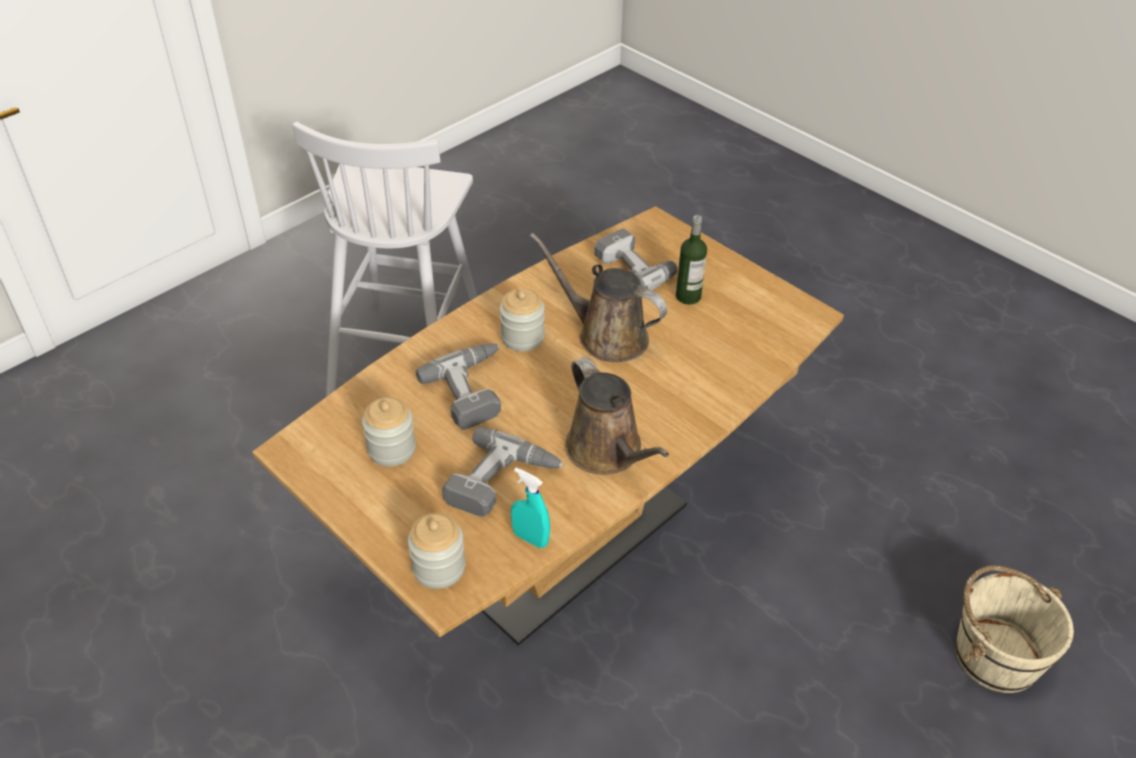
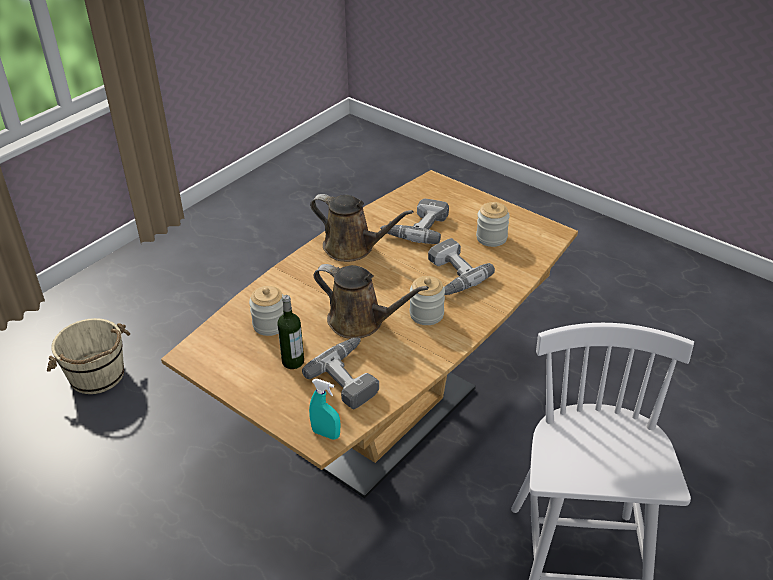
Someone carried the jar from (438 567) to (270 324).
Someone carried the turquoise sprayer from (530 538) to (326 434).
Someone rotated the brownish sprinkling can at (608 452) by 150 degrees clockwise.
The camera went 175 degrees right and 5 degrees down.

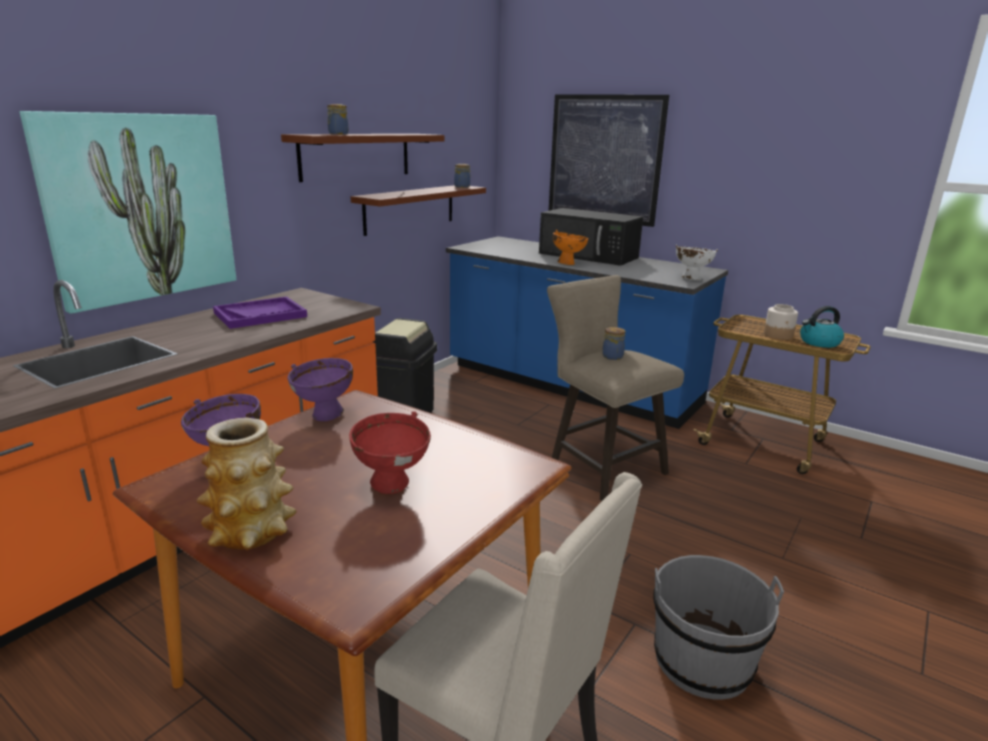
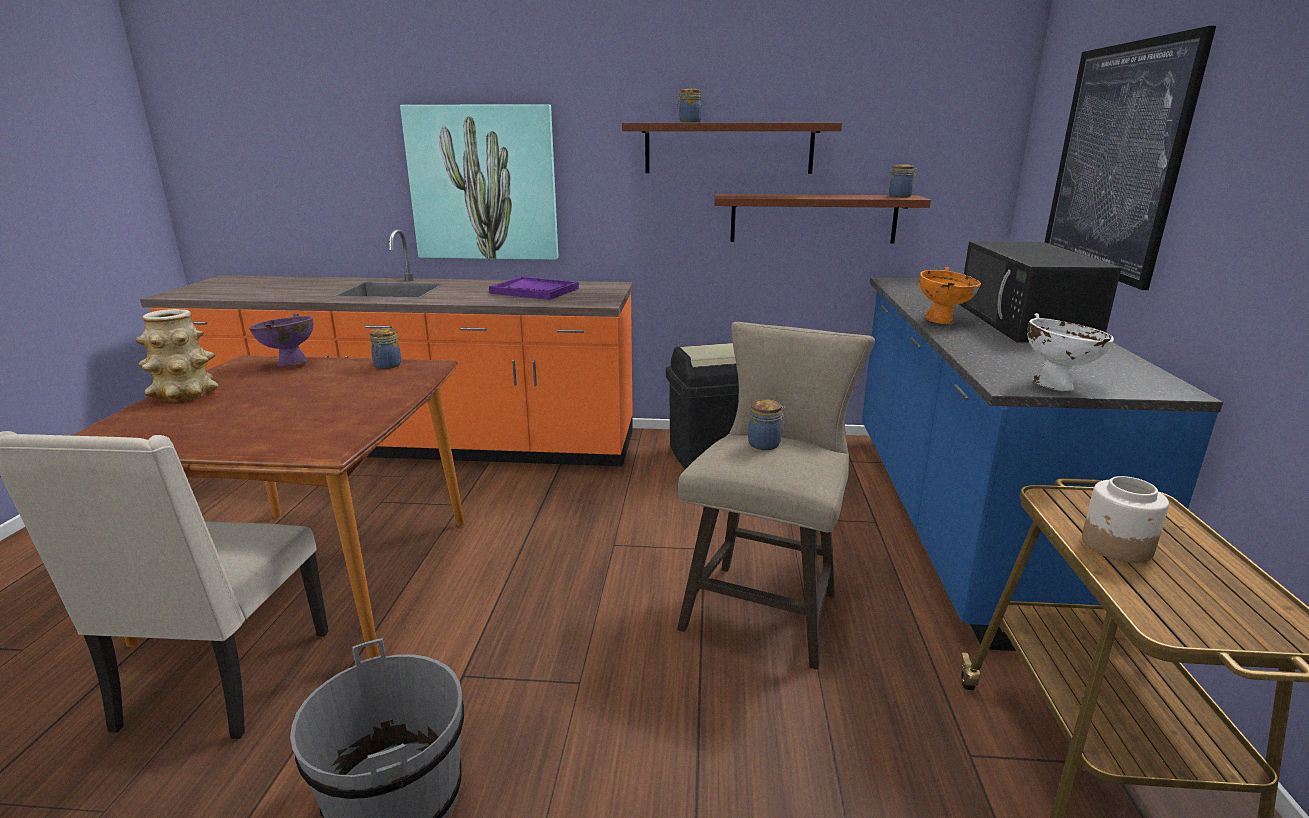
Someone swapped the purple-coloured bowl at (325 417) for the jar at (387 366).
Someone took away the reddish bowl at (392 486).
Someone took away the kettle at (819 342).
The camera went 60 degrees right and 0 degrees up.

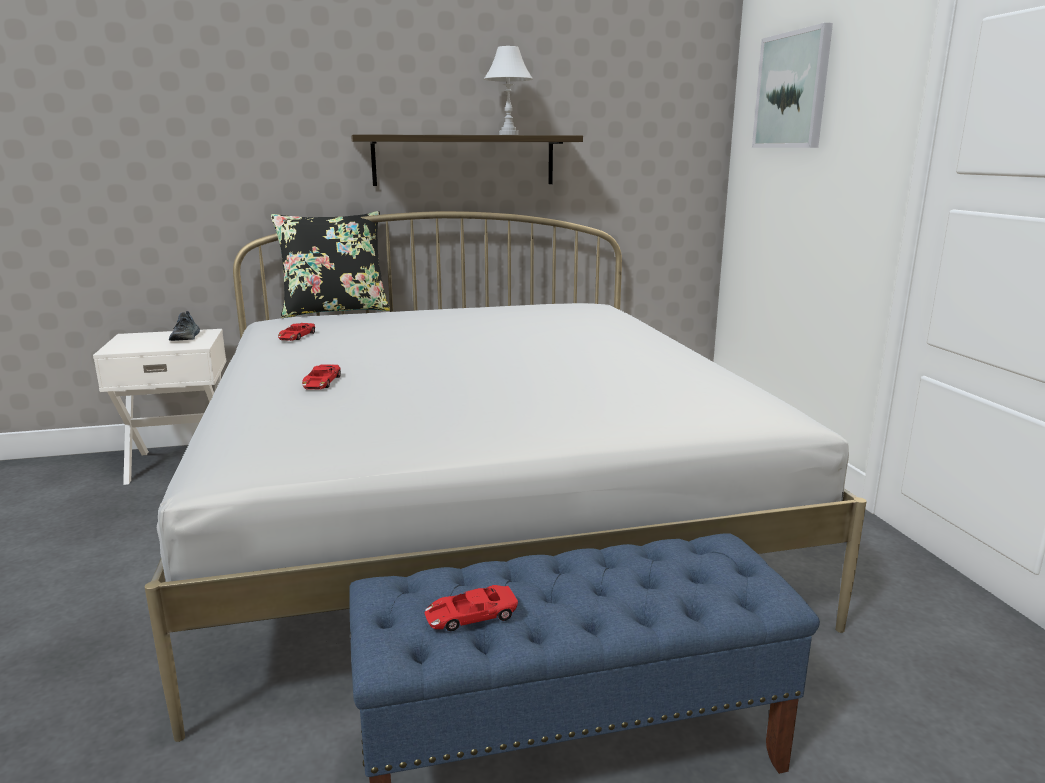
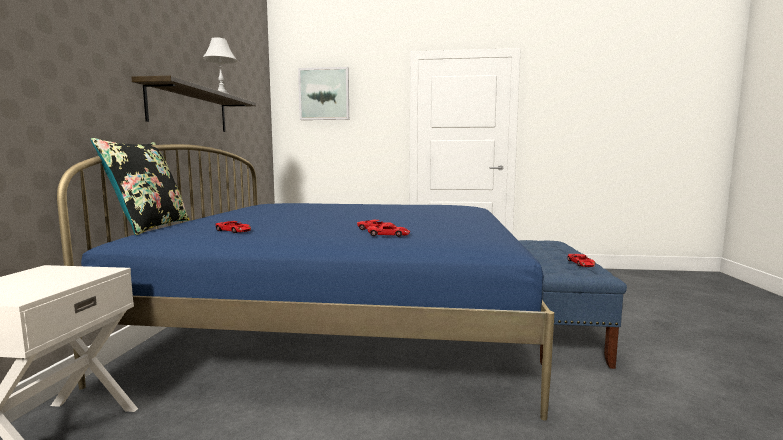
Someone repainted the whitish bed at (478 514), which became the blue-coloured bed at (346 319).
Someone took away the low shoe at (186 338).
Someone put down the reddish miniature car at (389 235).
The camera went 70 degrees left and 10 degrees down.

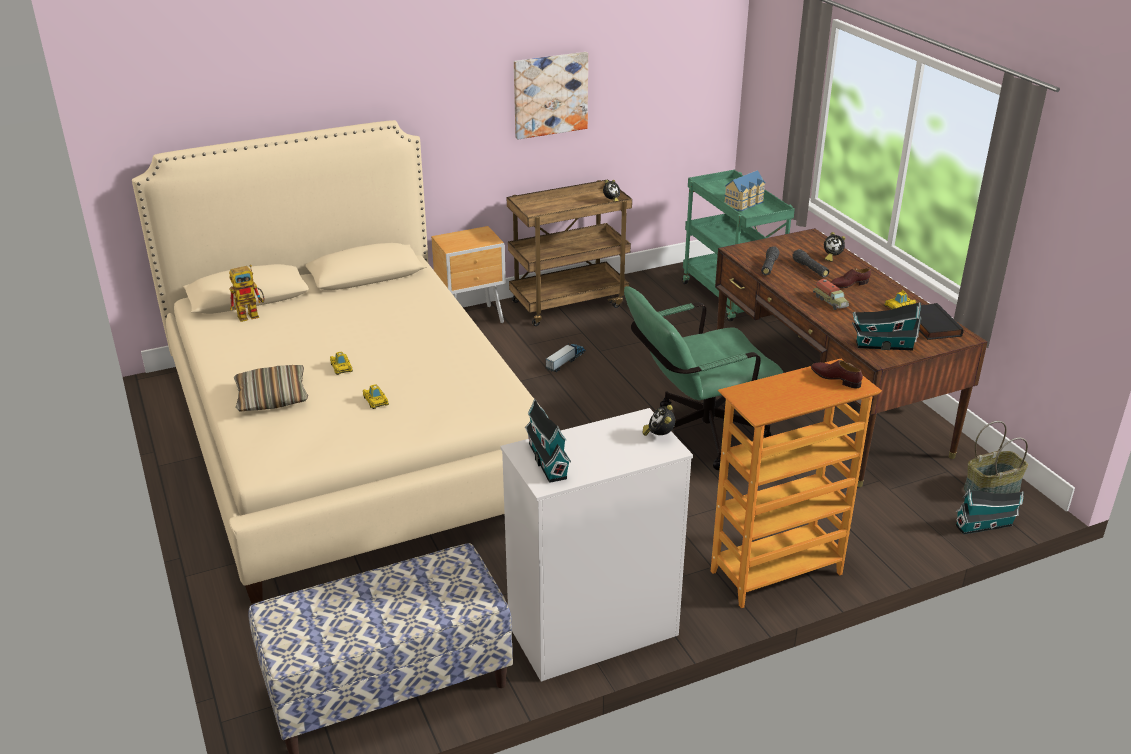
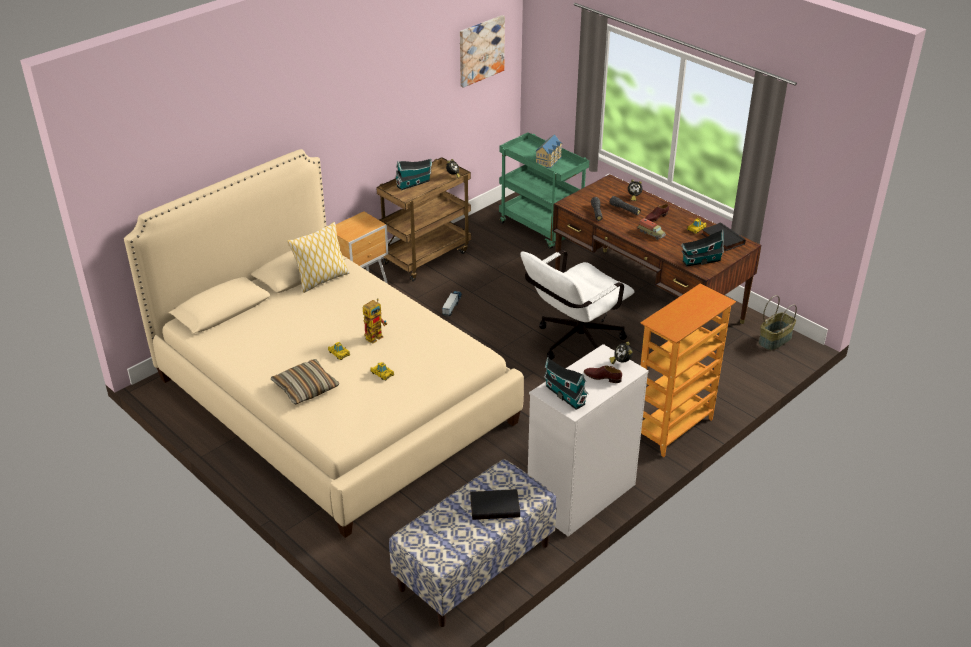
Someone carried the model robot from (252 314) to (375 335).
Someone carried the wall art from (550 94) to (481 50).
Someone repainted the green office chair at (695 436), which became the whitish office chair at (573 344).
Someone carried the brownish low shoe from (835 378) to (602 377).
Someone carried the model house from (986 525) to (414 183).
Someone put down the cushion at (321 280).
Someone put down the blackish book at (495 506).
The camera went 20 degrees left and 5 degrees up.

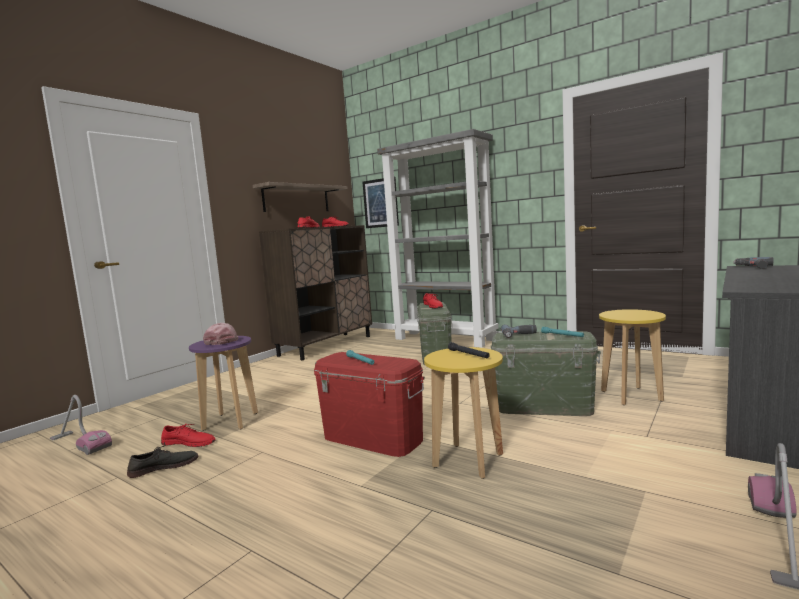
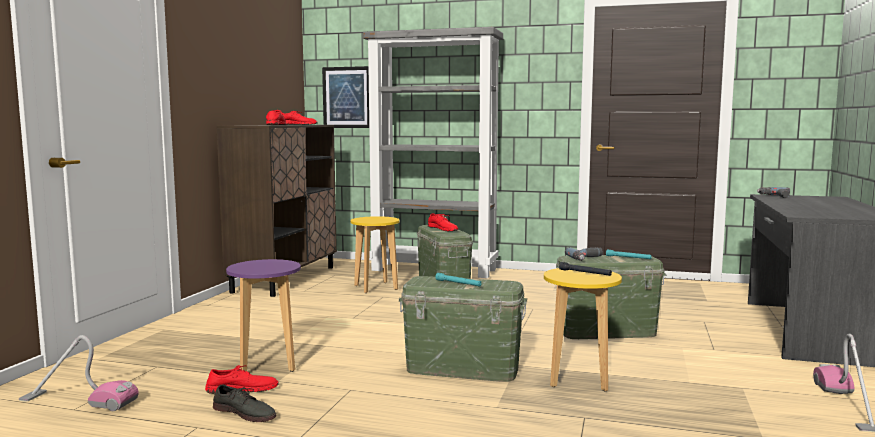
Someone rotated the grey low shoe at (164 467) by 75 degrees clockwise.
Someone took away the pink-coloured baseball cap at (222 341).
Someone took away the wall shelf at (296 199).
Someone repainted the reddish storage container at (372 438), which became the green storage container at (463 369).
Someone carried the yellowish stool from (631 396) to (375 287).
The camera went 20 degrees left and 0 degrees up.

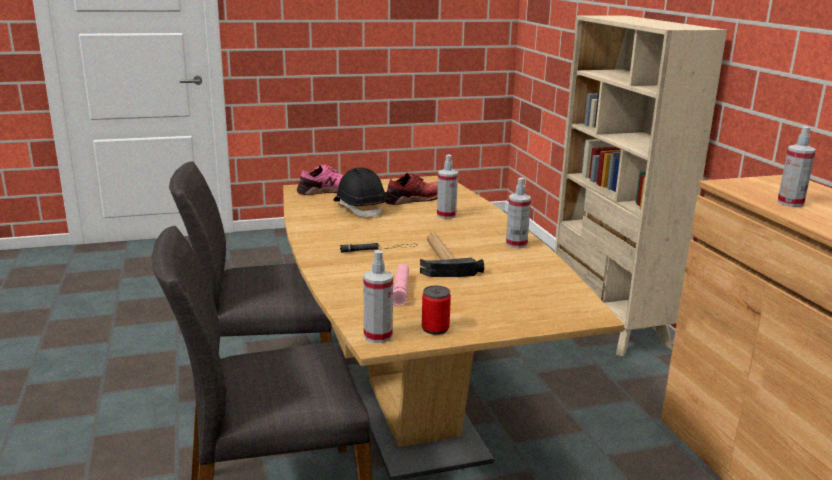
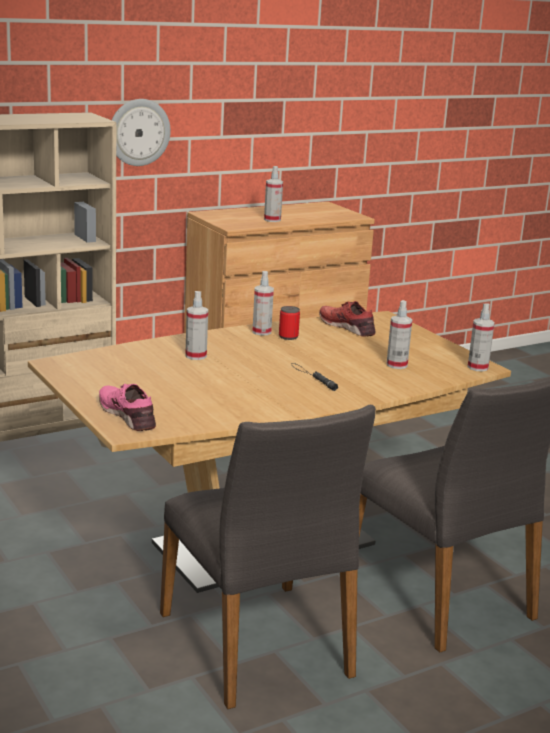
Someone took away the blackish hard hat at (360 209).
Someone carried the reddish low shoe from (414 199) to (347 327).
Someone swapped the pink-coloured hand torch at (401 290) for the sprayer at (396 365).
Someone took away the hand hammer at (442 260).
Someone carried the sealed can from (435 329) to (288 337).
Someone put up the clock on the wall at (139 132).
The camera went 105 degrees left and 0 degrees up.

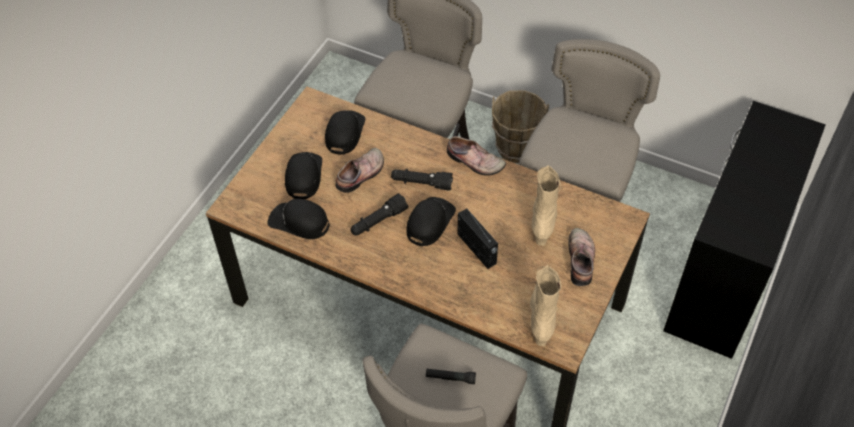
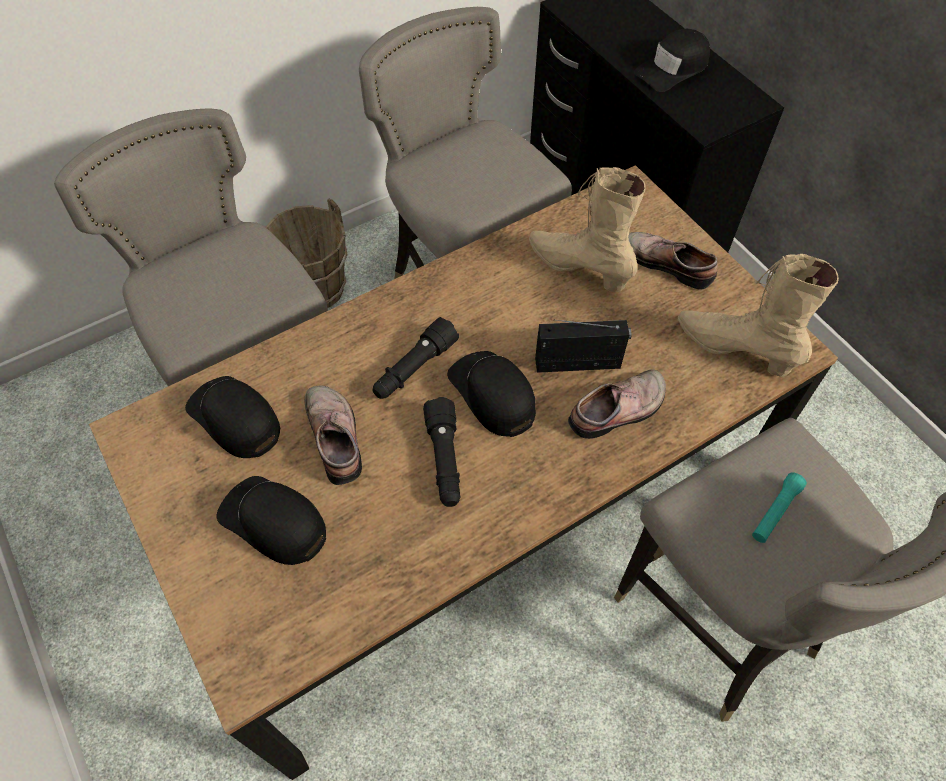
Someone carried the blackish baseball cap from (299 222) to (672 68).
Someone repainted the blackish hand torch at (450 378), which became the turquoise hand torch at (775 512).
Someone carried the low shoe from (474 162) to (619 411).
The camera went 60 degrees left and 5 degrees up.

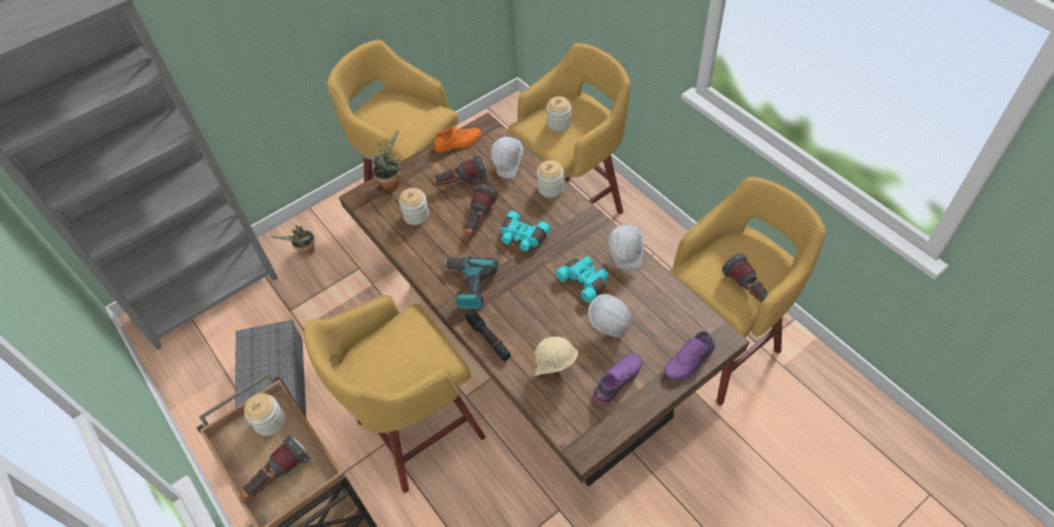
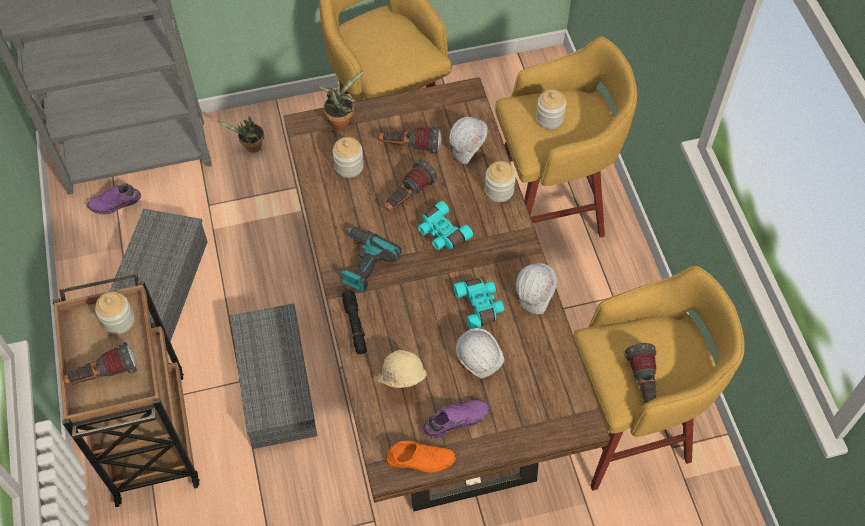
Someone swapped the yellowish stool at (416 431) for the grey storage container at (274 383).
Someone carried the orange-coloured low shoe from (458 142) to (420 459).
Someone carried the purple-coloured low shoe from (690 361) to (115 204).
The camera went 20 degrees right and 5 degrees up.

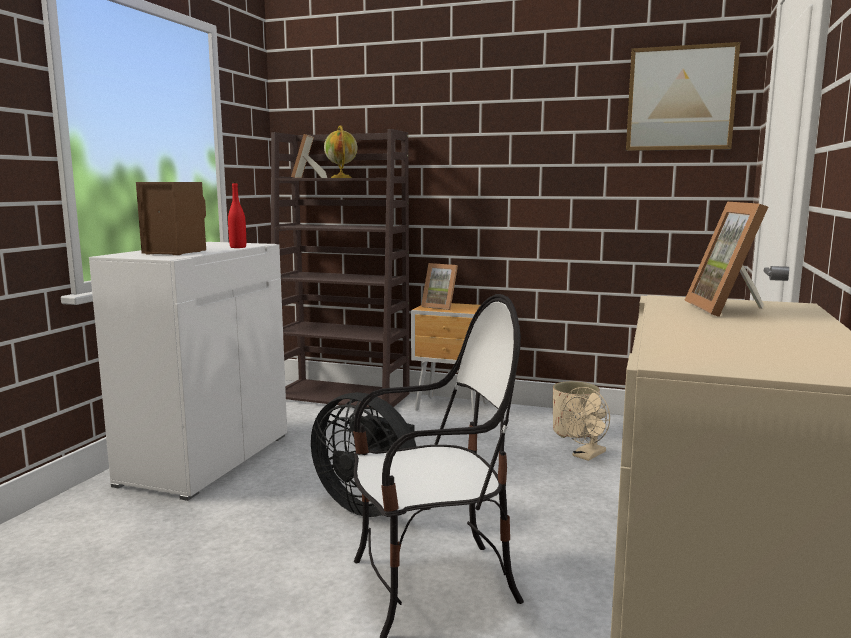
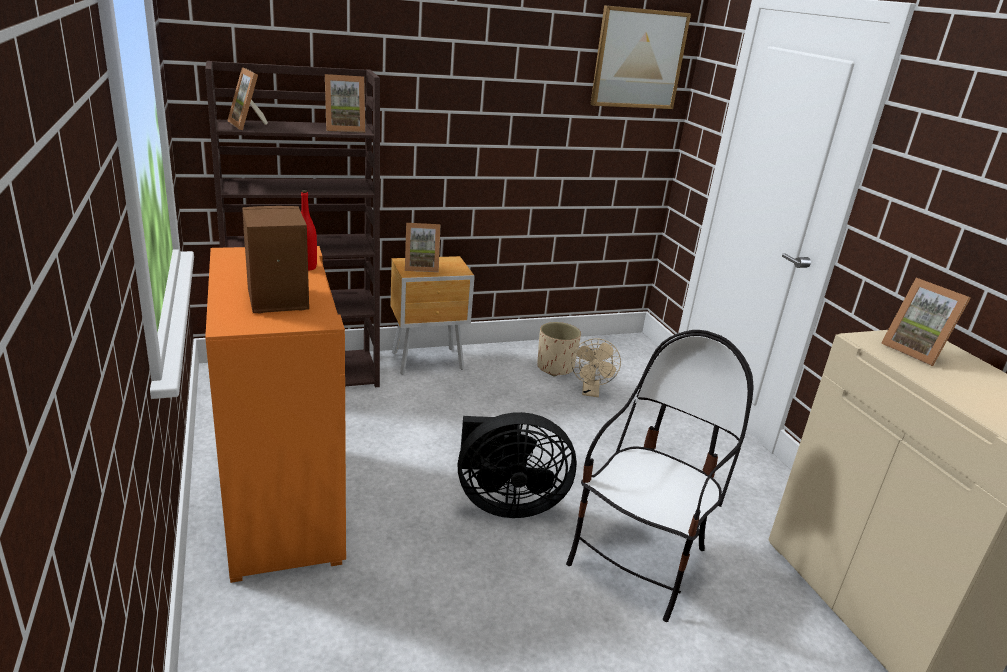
Someone repainted the whitish cupboard at (206 458), which became the orange-coloured cupboard at (280 505).
Someone took away the world globe at (341 177).
Someone put down the standing frame at (344 129).
The camera went 40 degrees left and 15 degrees up.

